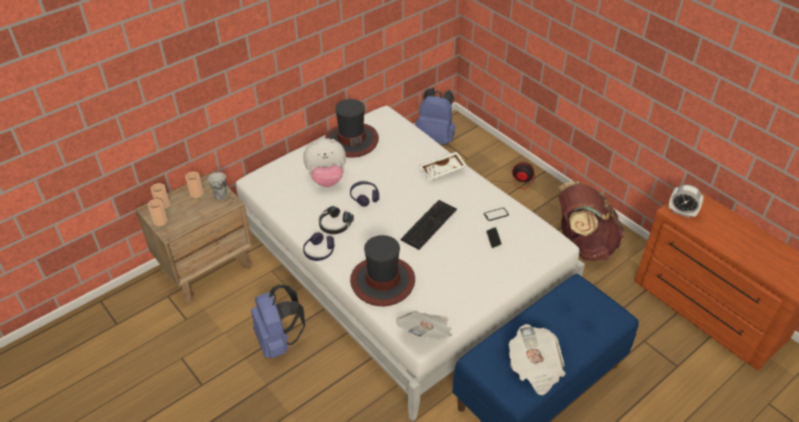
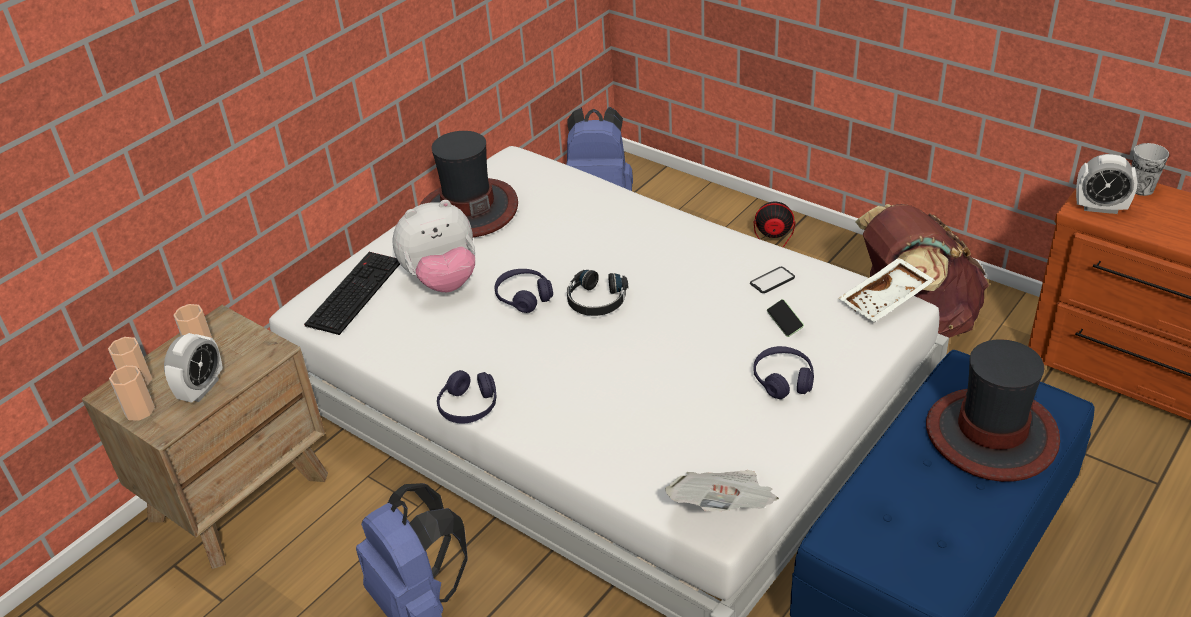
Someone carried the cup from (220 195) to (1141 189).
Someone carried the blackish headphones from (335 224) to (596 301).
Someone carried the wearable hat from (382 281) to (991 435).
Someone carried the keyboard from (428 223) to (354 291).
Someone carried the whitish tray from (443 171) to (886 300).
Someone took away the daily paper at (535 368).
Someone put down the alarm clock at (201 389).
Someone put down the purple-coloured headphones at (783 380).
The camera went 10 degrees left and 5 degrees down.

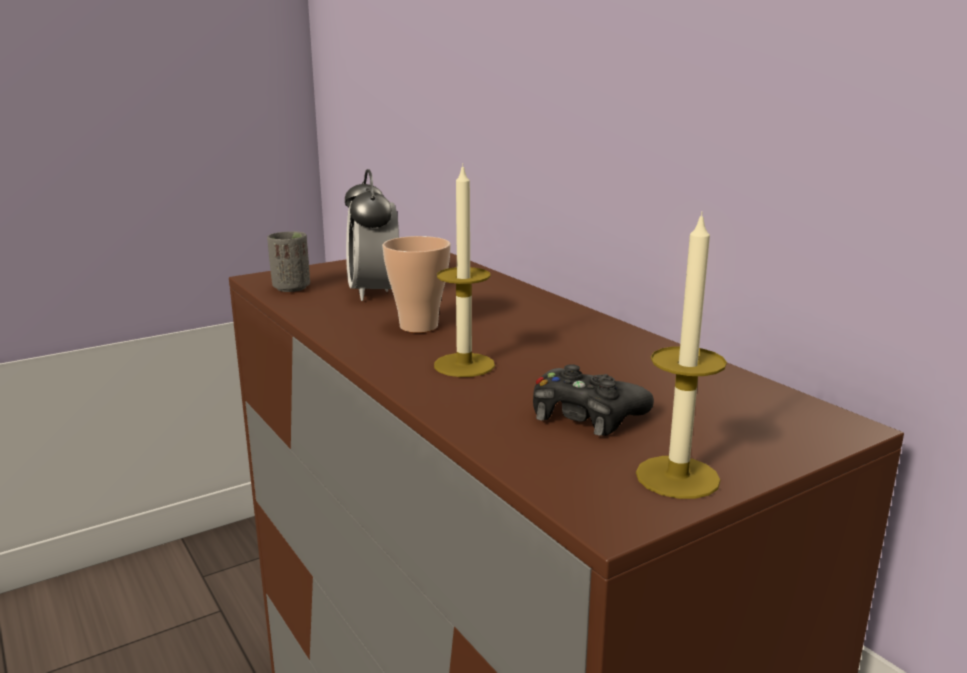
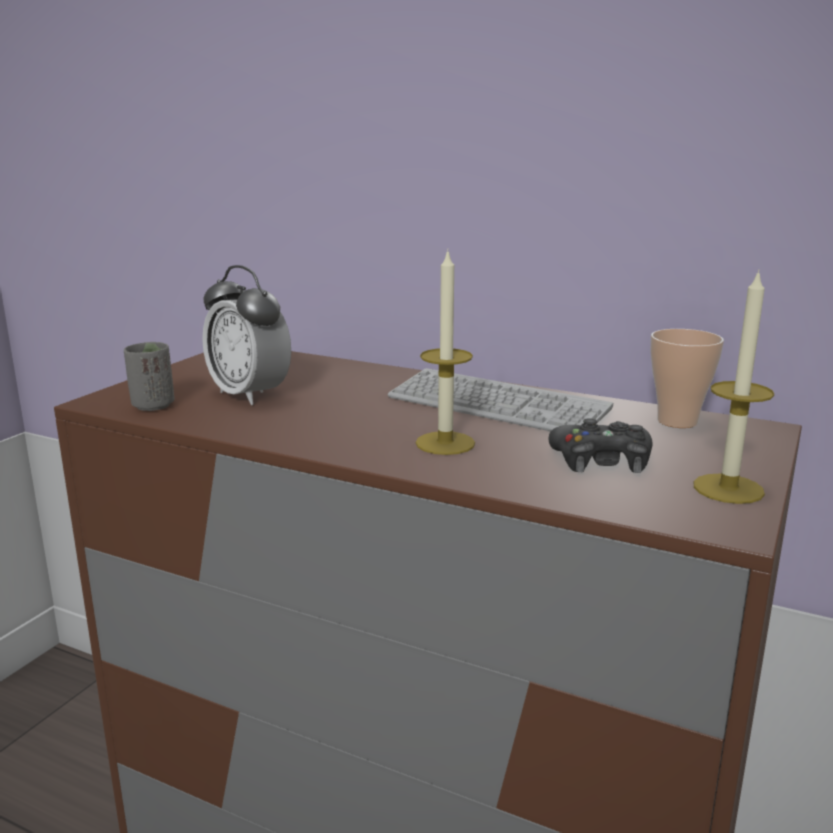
Someone carried the cup from (418 326) to (677 421).
Someone put down the keyboard at (496 405).
The camera went 30 degrees left and 0 degrees up.

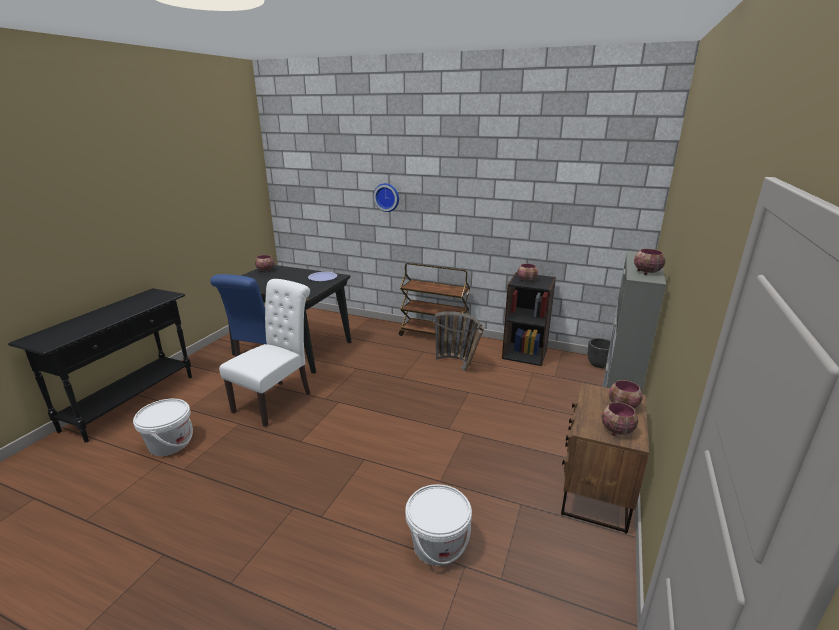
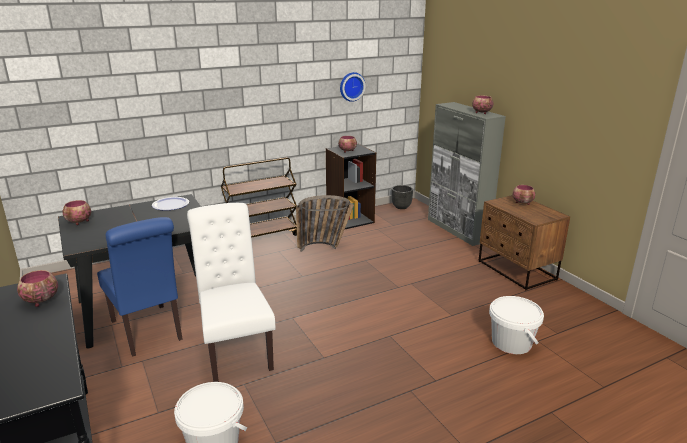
Someone carried the clock on the wall from (387 197) to (351 86).
Someone carried the bowl from (616 430) to (40 300).
The camera went 50 degrees left and 0 degrees up.

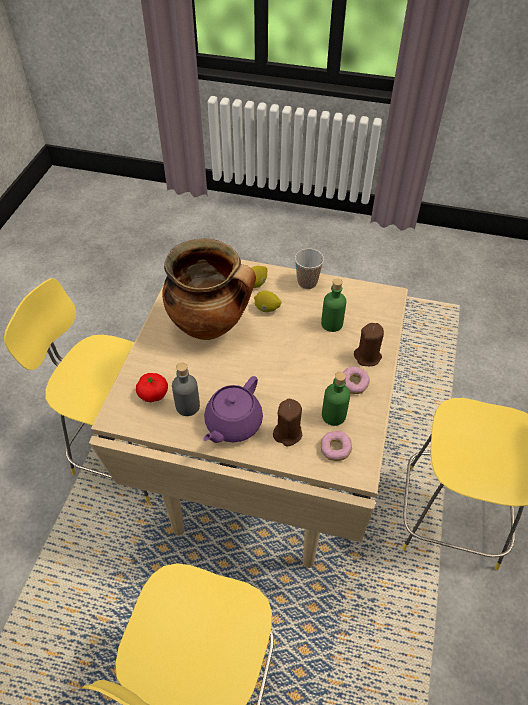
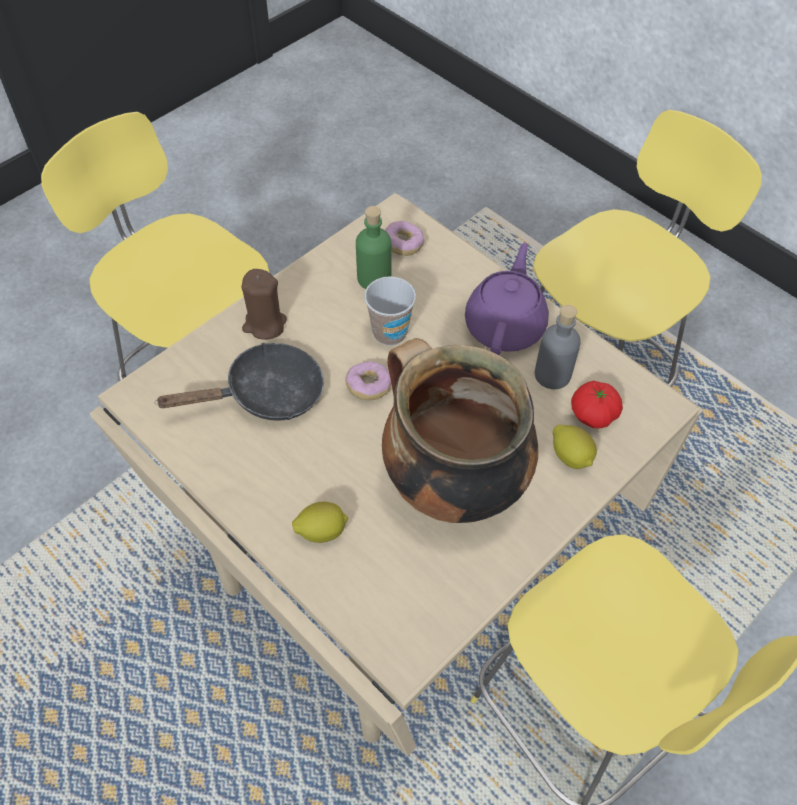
Someone rotated the purple-coloured teapot at (232 424) by 45 degrees counterclockwise.
Someone carried the citrus fruit from (267 309) to (571 456).
Someone took away the brownish wax candle at (287 433).
Someone carried the cup from (307 282) to (389 333).
Someone swapped the green bottle at (332 323) for the blackish skillet at (266 394).
Someone carried the ring doughnut from (353 384) to (369 387).
The camera went 150 degrees left and 5 degrees up.

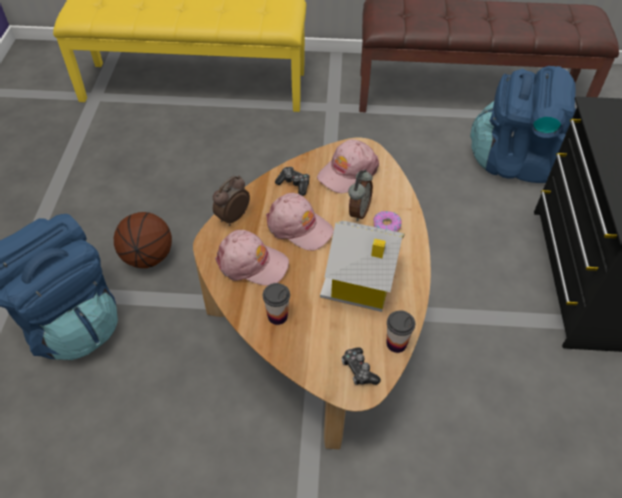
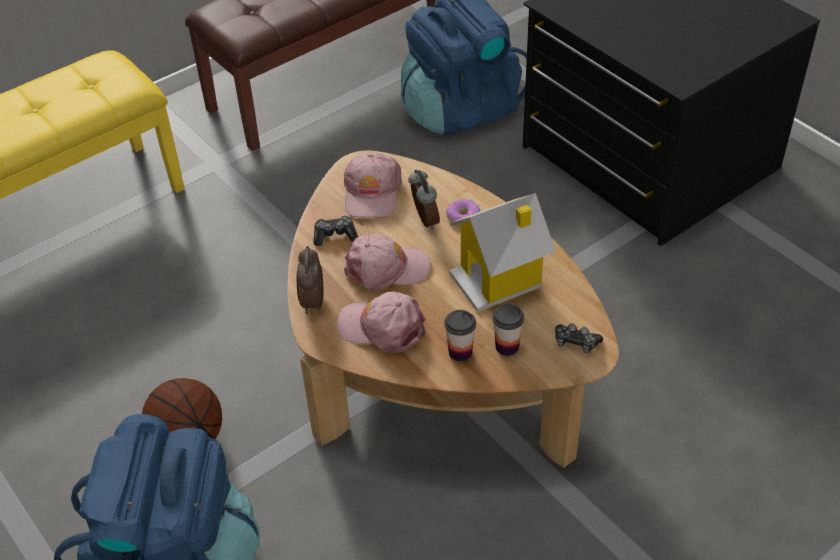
Someone rotated the pink-coloured baseball cap at (252 263) by 135 degrees counterclockwise.
Someone carried the cup from (396 343) to (507 347).
The camera went 40 degrees left and 5 degrees down.

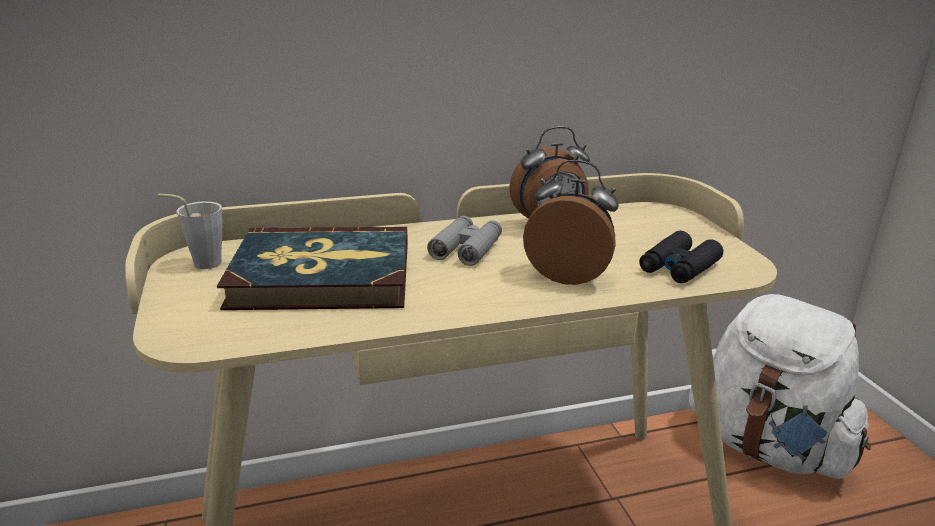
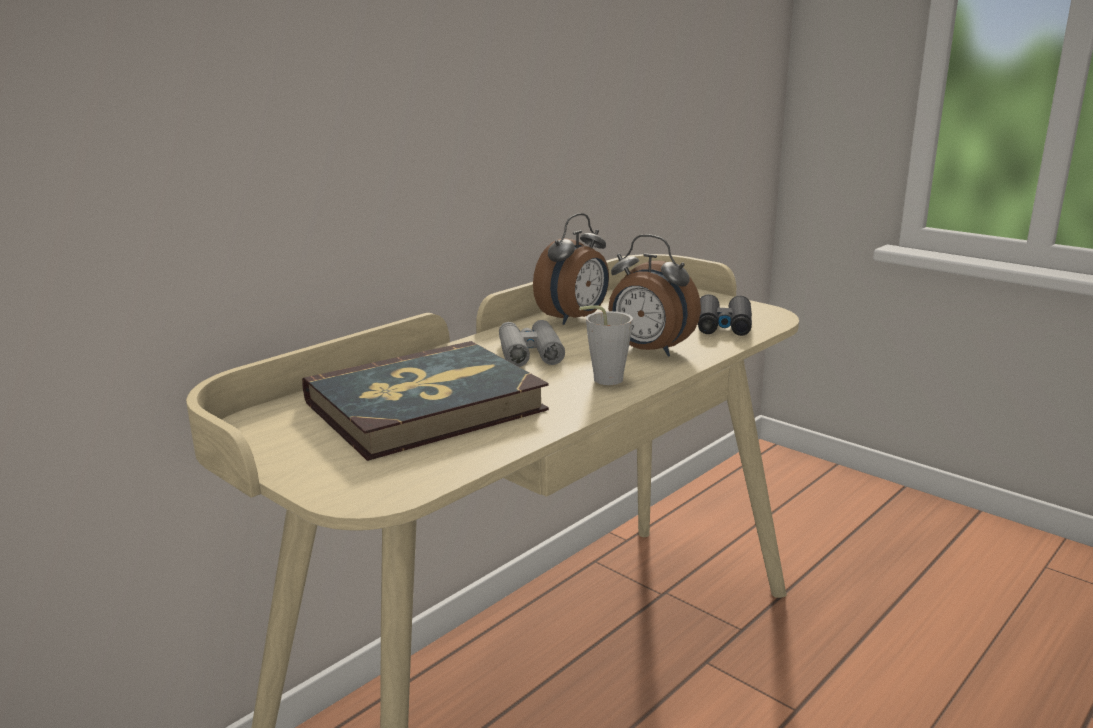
Someone carried the grey cup from (201 263) to (602 381).
Someone rotated the alarm clock at (568 275) by 135 degrees counterclockwise.
Someone took away the whitish rucksack at (767 446).
The camera went 30 degrees left and 5 degrees down.

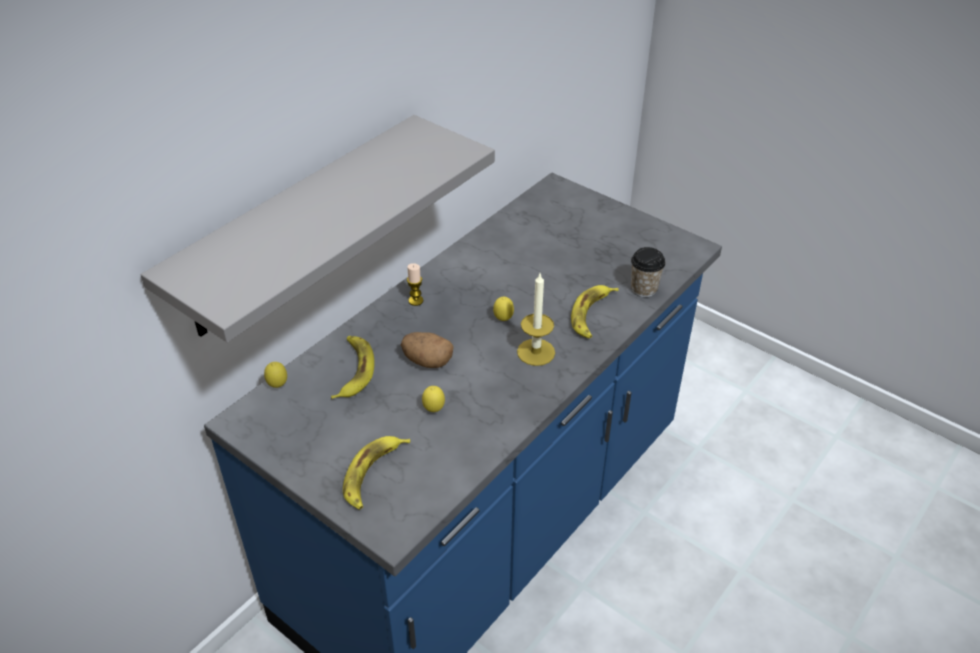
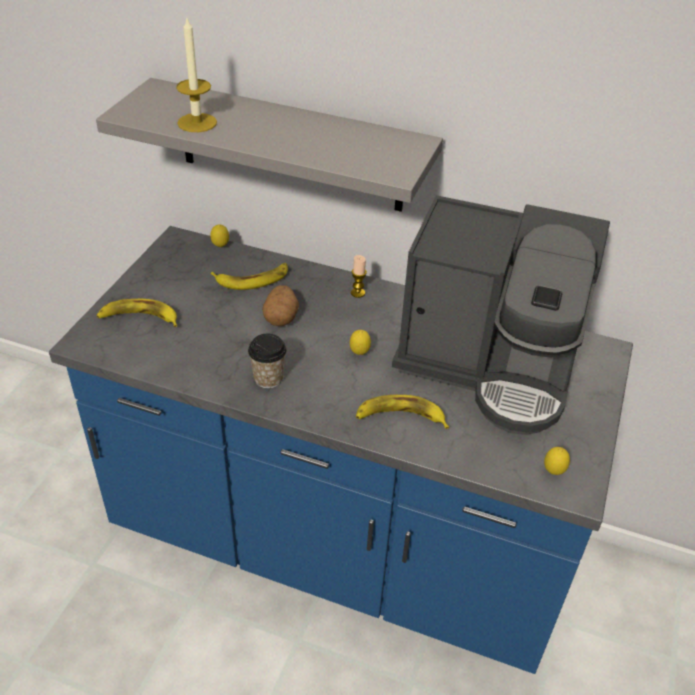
Someone carried the citrus fruit from (434 410) to (553 472).
Someone carried the wax candle from (536 352) to (197 123).
Someone carried the cup from (644 289) to (268 378).
Someone put down the coffee brewer at (490 365).
The camera went 70 degrees right and 0 degrees up.

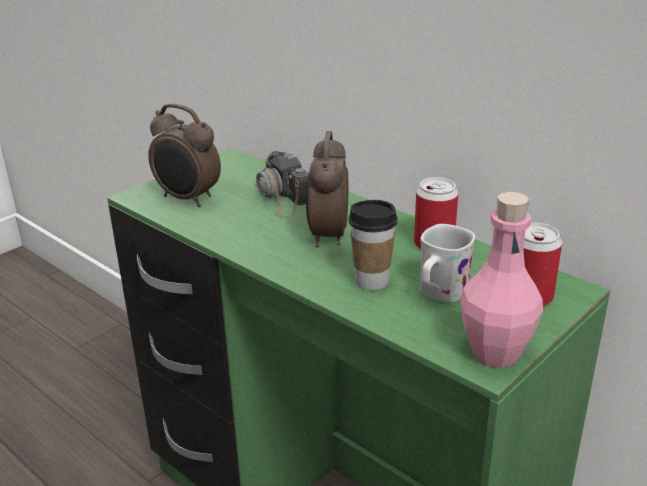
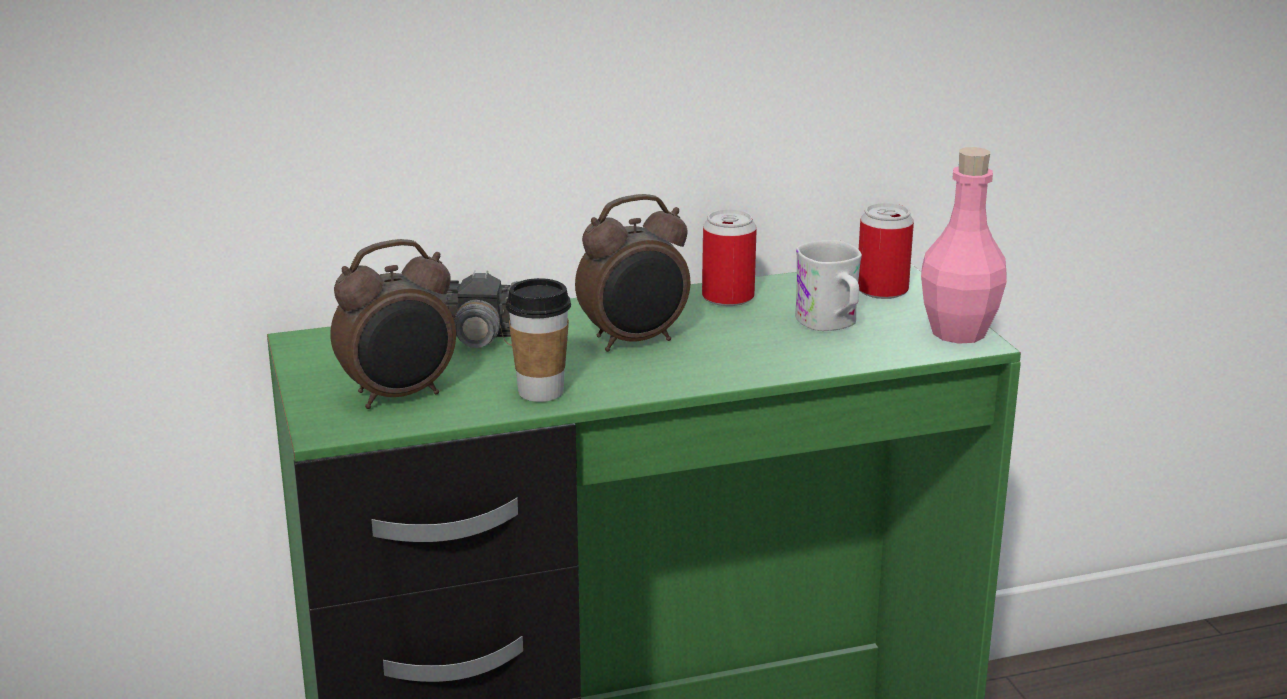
Someone rotated the alarm clock at (327 236) by 60 degrees counterclockwise.
Someone carried the cup from (371 281) to (541 392).
The camera went 60 degrees left and 5 degrees down.

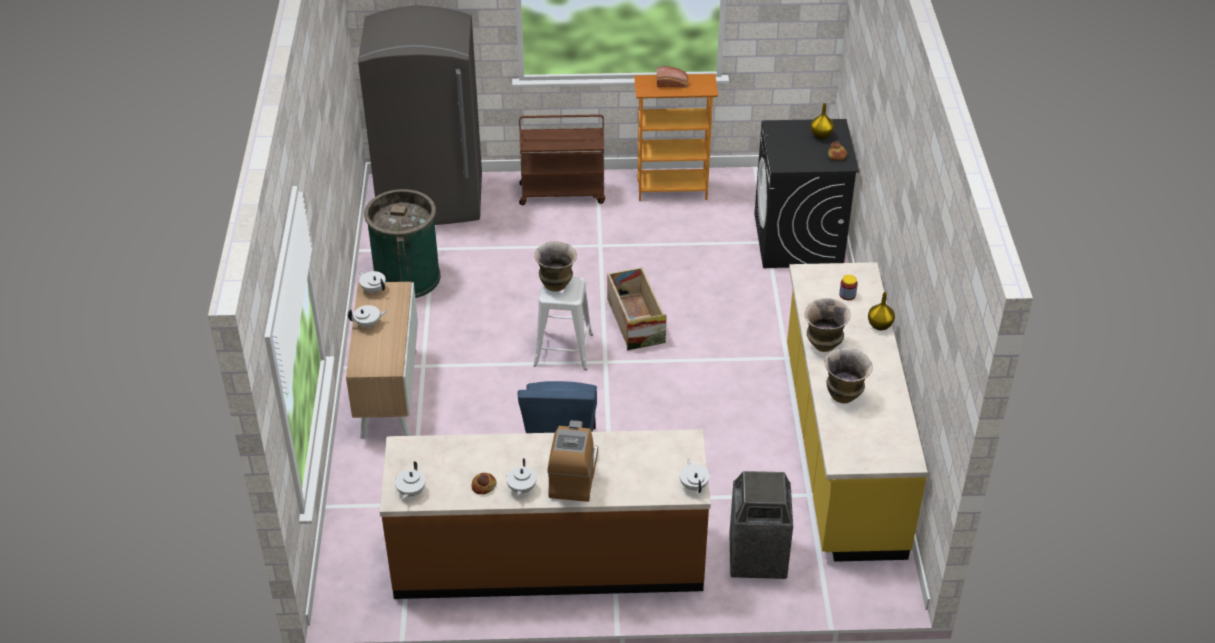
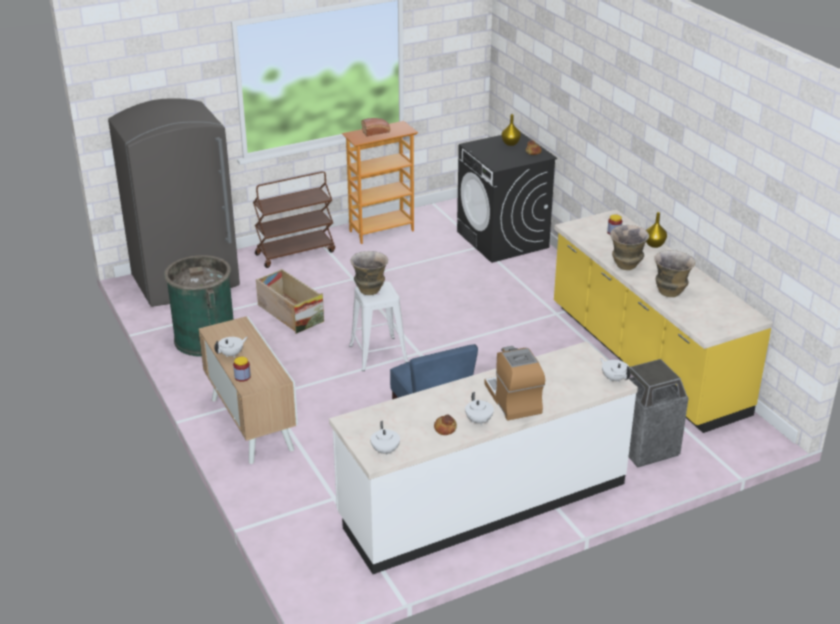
Someone took away the whitish teapot at (373 289).
Someone repainted the brownish kitchen counter at (548 558), which became the whitish kitchen counter at (482 500).
Someone carried the shipping crate from (634 320) to (289 313).
Someone put down the jar at (242 377).
The camera went 25 degrees left and 10 degrees down.

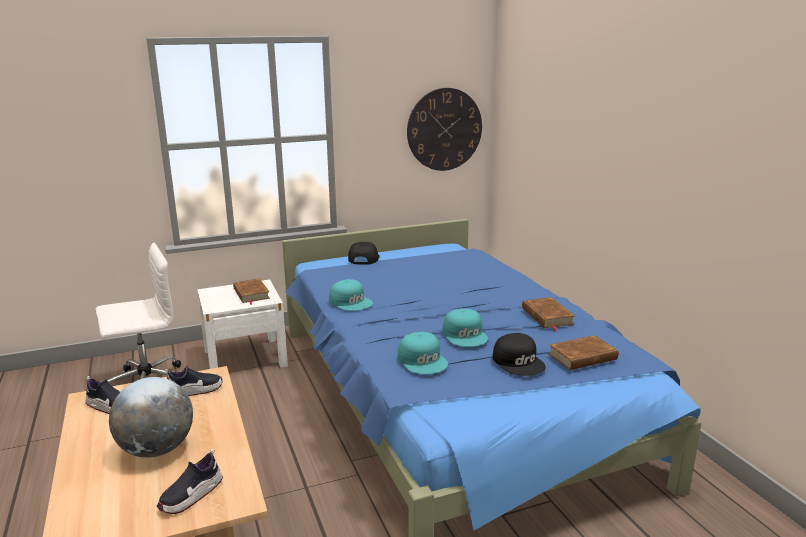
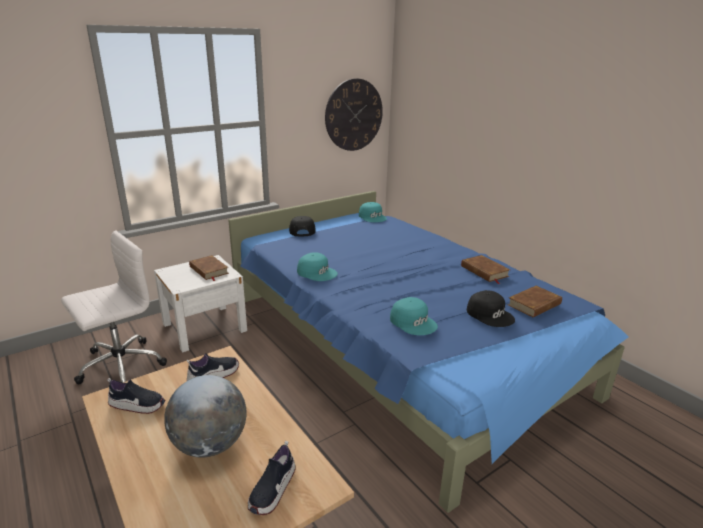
Someone carried the turquoise baseball cap from (465 335) to (372 217).
The camera went 15 degrees left and 5 degrees up.

